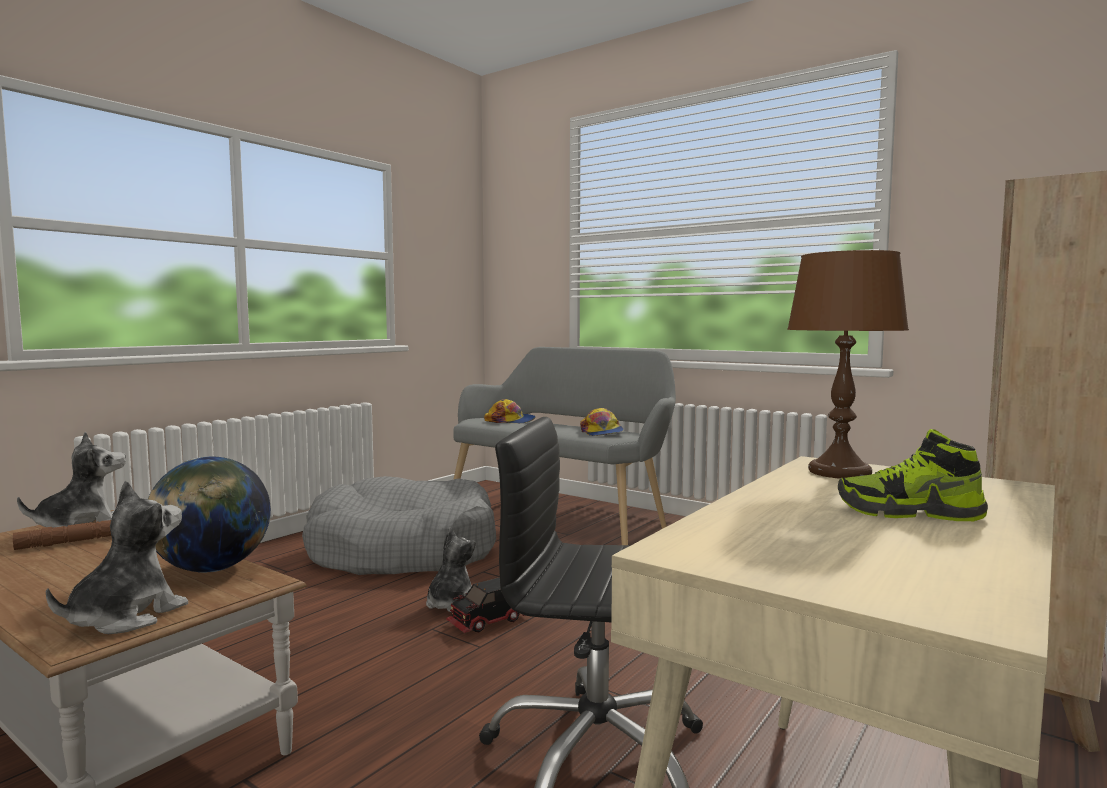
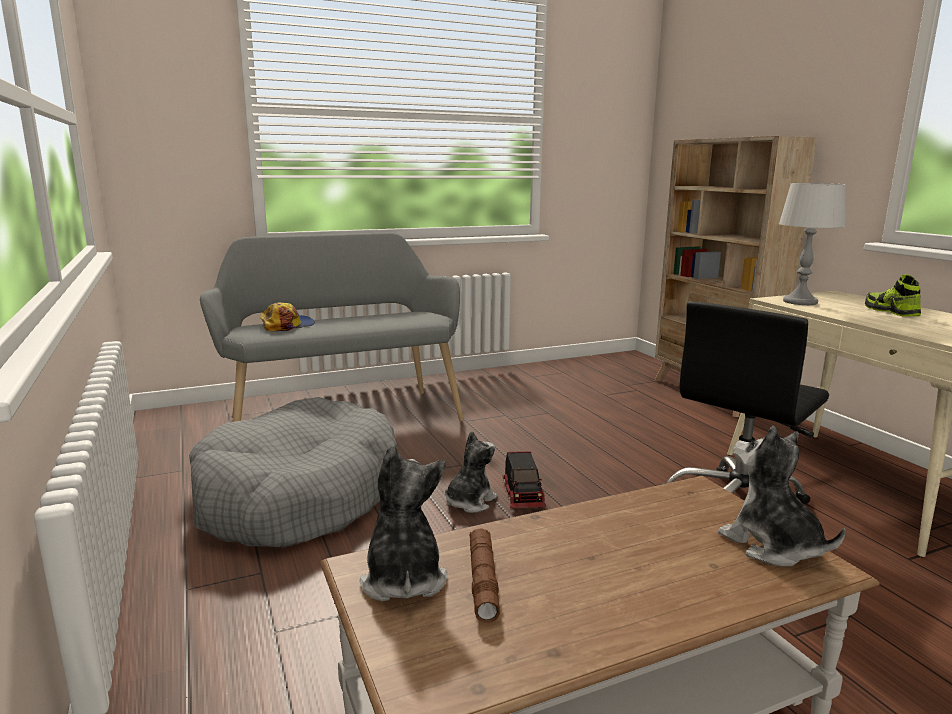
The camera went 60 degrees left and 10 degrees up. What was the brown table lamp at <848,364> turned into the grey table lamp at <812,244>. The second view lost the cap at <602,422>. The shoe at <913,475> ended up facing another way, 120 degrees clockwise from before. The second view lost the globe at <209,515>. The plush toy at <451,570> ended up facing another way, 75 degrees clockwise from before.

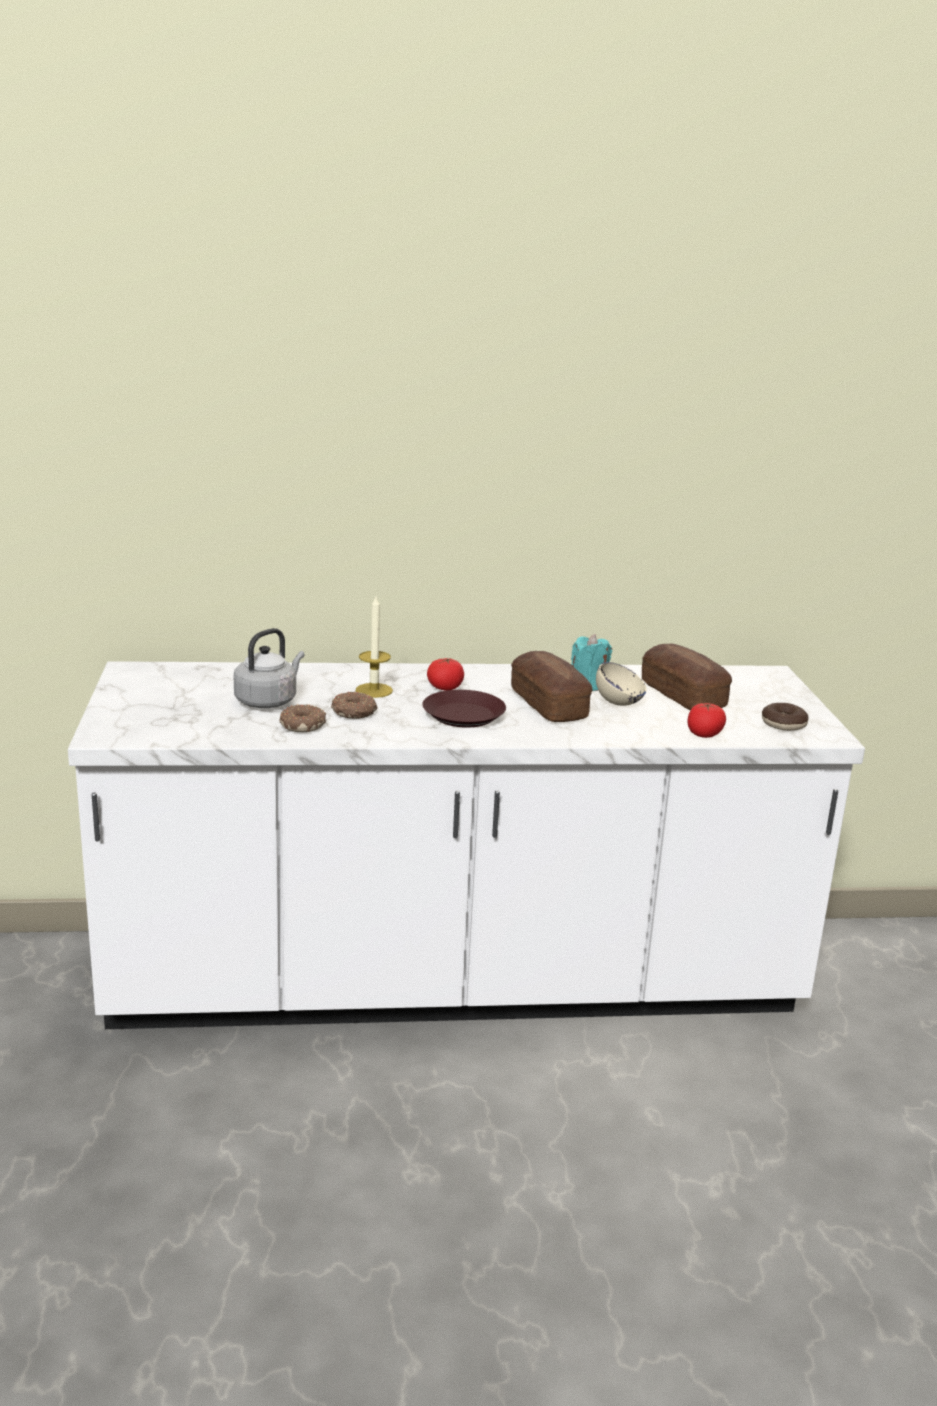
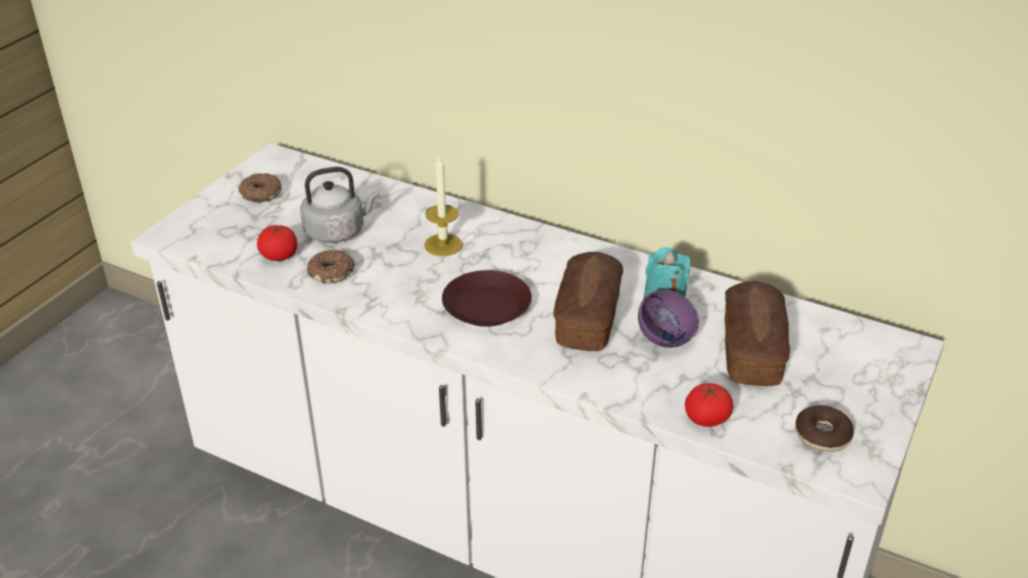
The camera went 35 degrees right and 15 degrees up. The tomato ended up elsewhere, having gone from <445,674> to <277,243>. What was the beige bowl at <621,684> turned into the purple bowl at <668,319>. The donut ended up elsewhere, having gone from <354,705> to <260,188>.

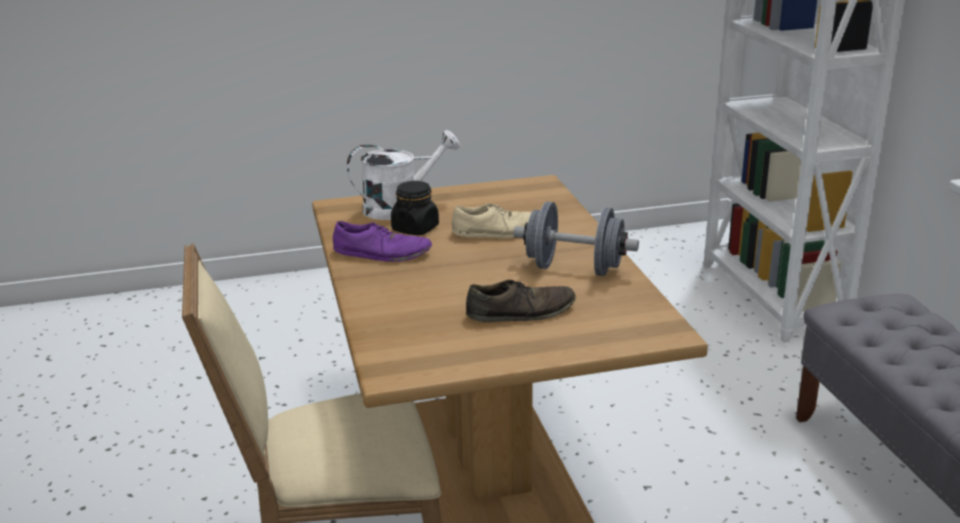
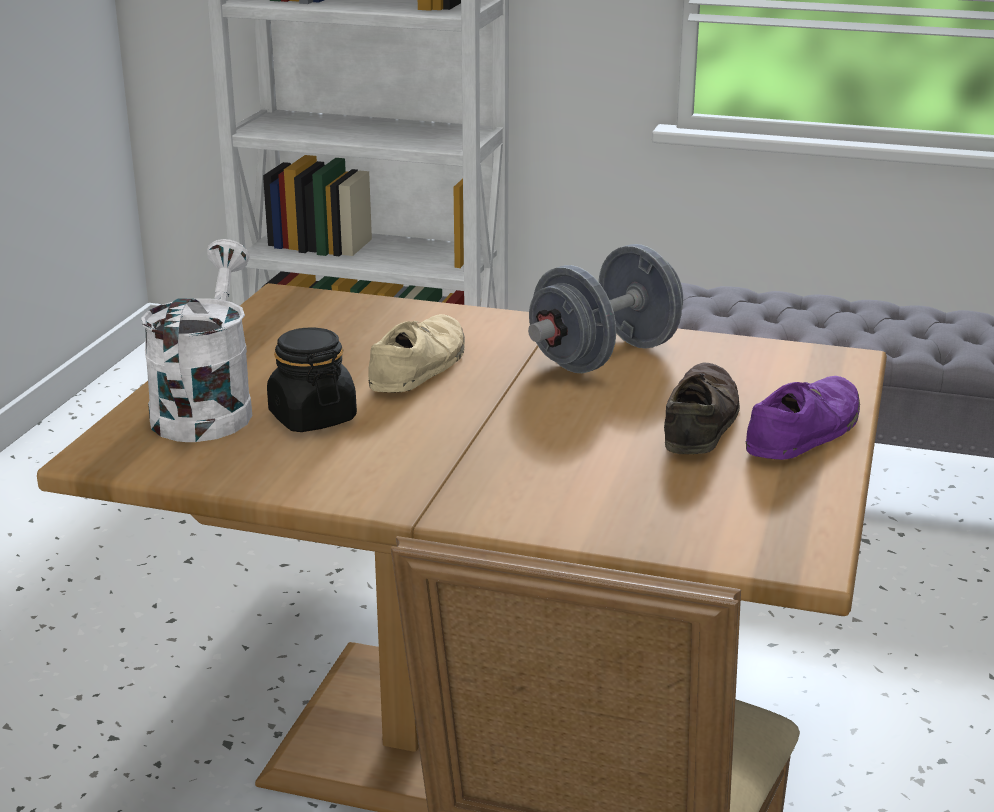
The camera went 60 degrees left and 0 degrees up. The purple shoe ended up elsewhere, having gone from <382,241> to <803,418>.

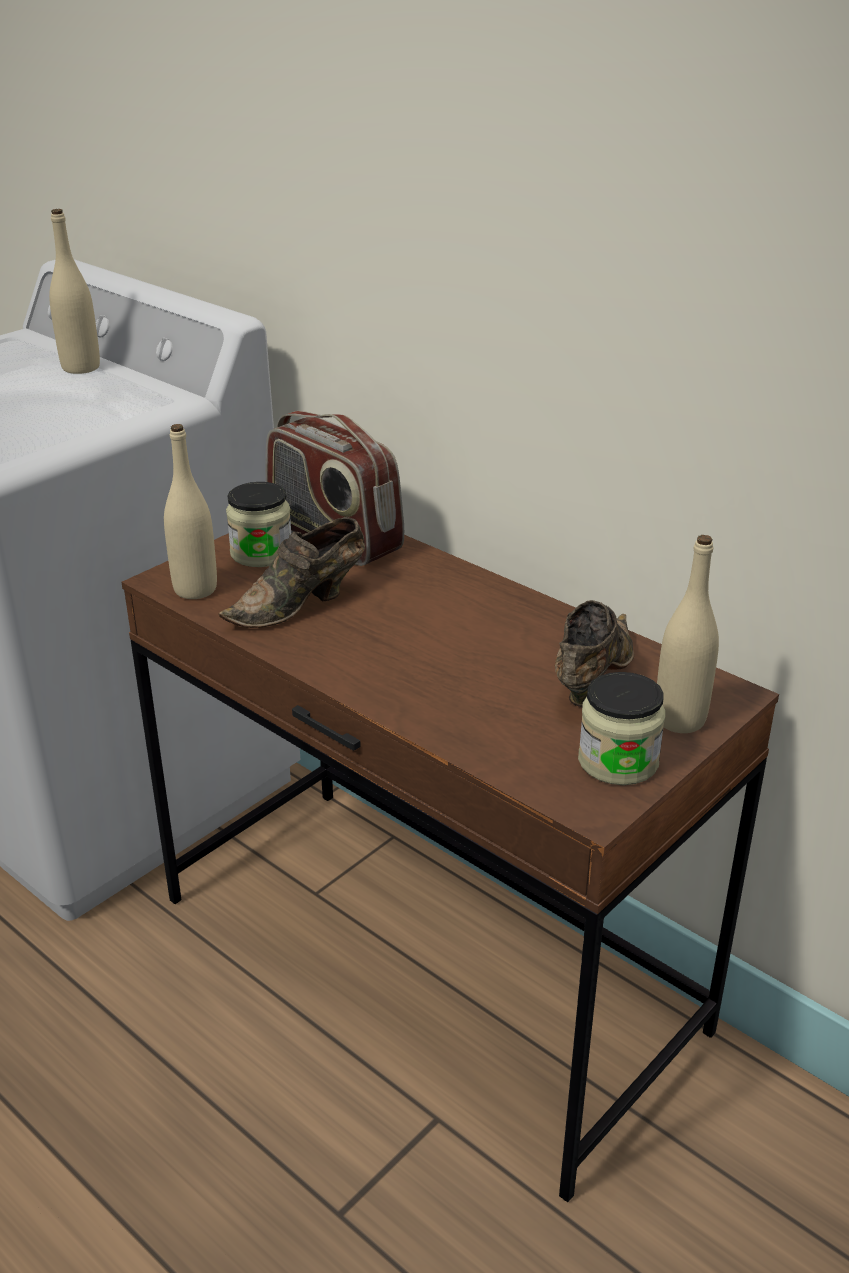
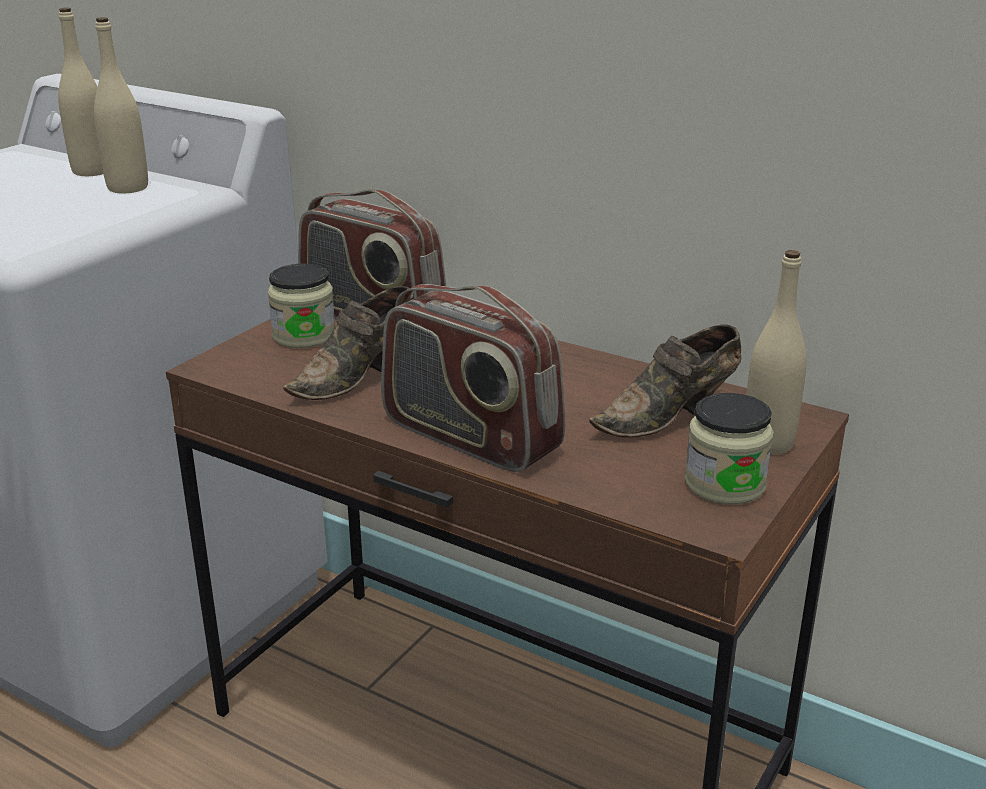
The camera went 10 degrees left and 5 degrees down. The beige bottle ended up elsewhere, having gone from <190,511> to <121,105>. The brown shoe at <595,653> ended up facing another way, 135 degrees counterclockwise from before. The second view gained the radio at <473,378>.

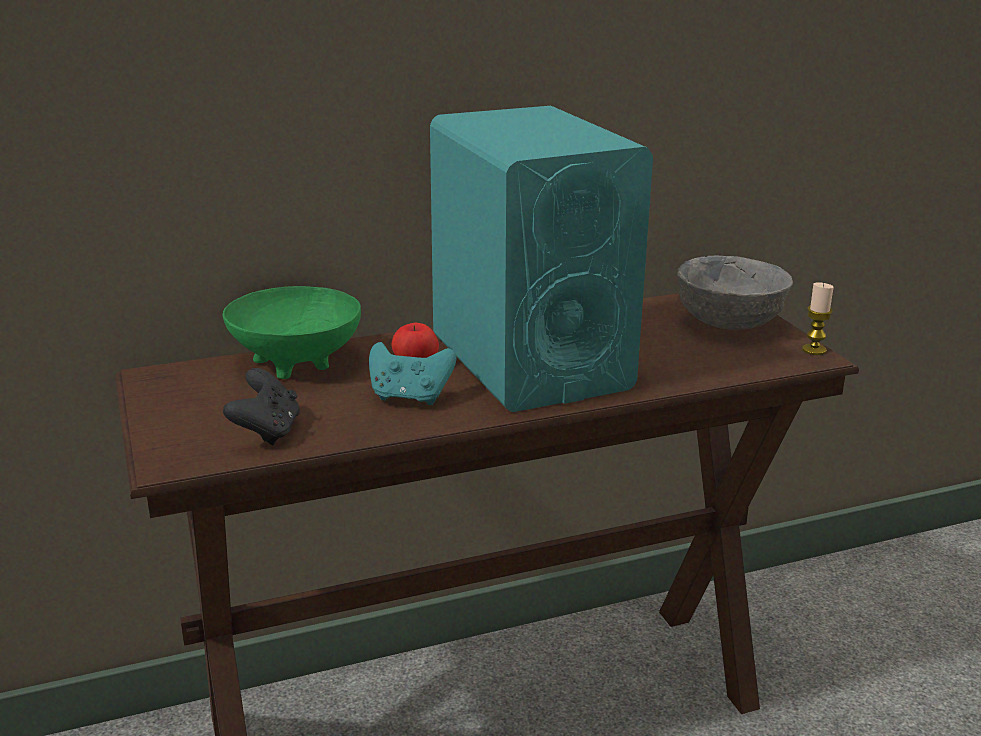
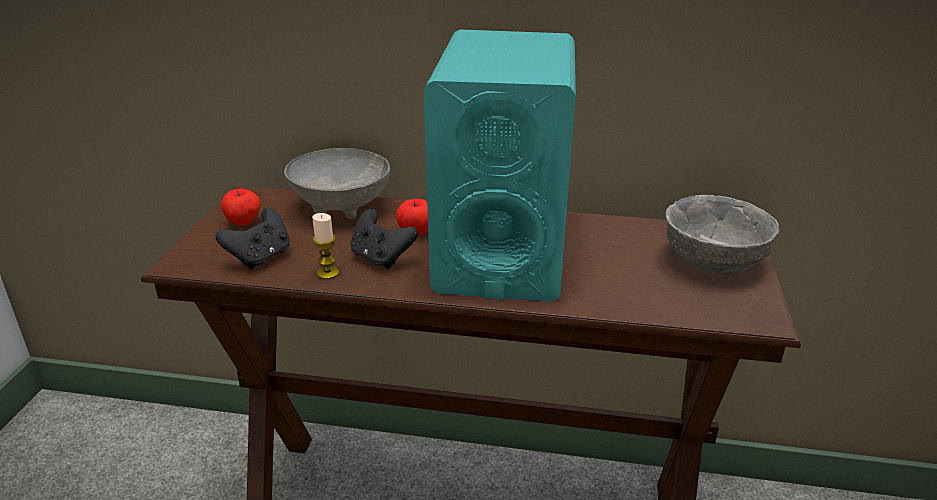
The camera went 30 degrees right and 5 degrees up. The candle ended up elsewhere, having gone from <818,318> to <325,246>. What was the green bowl at <292,332> turned into the grey bowl at <337,183>. What was the turquoise game controller at <413,373> turned into the black game controller at <384,239>. The second view gained the apple at <241,207>.

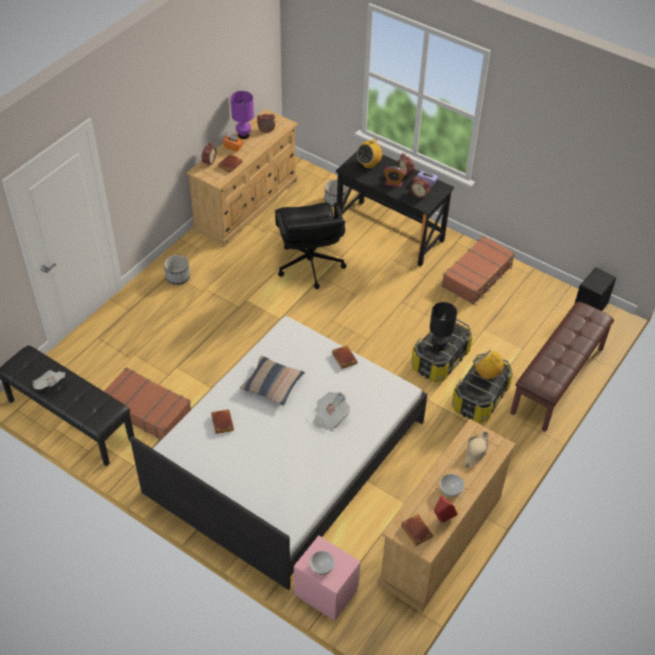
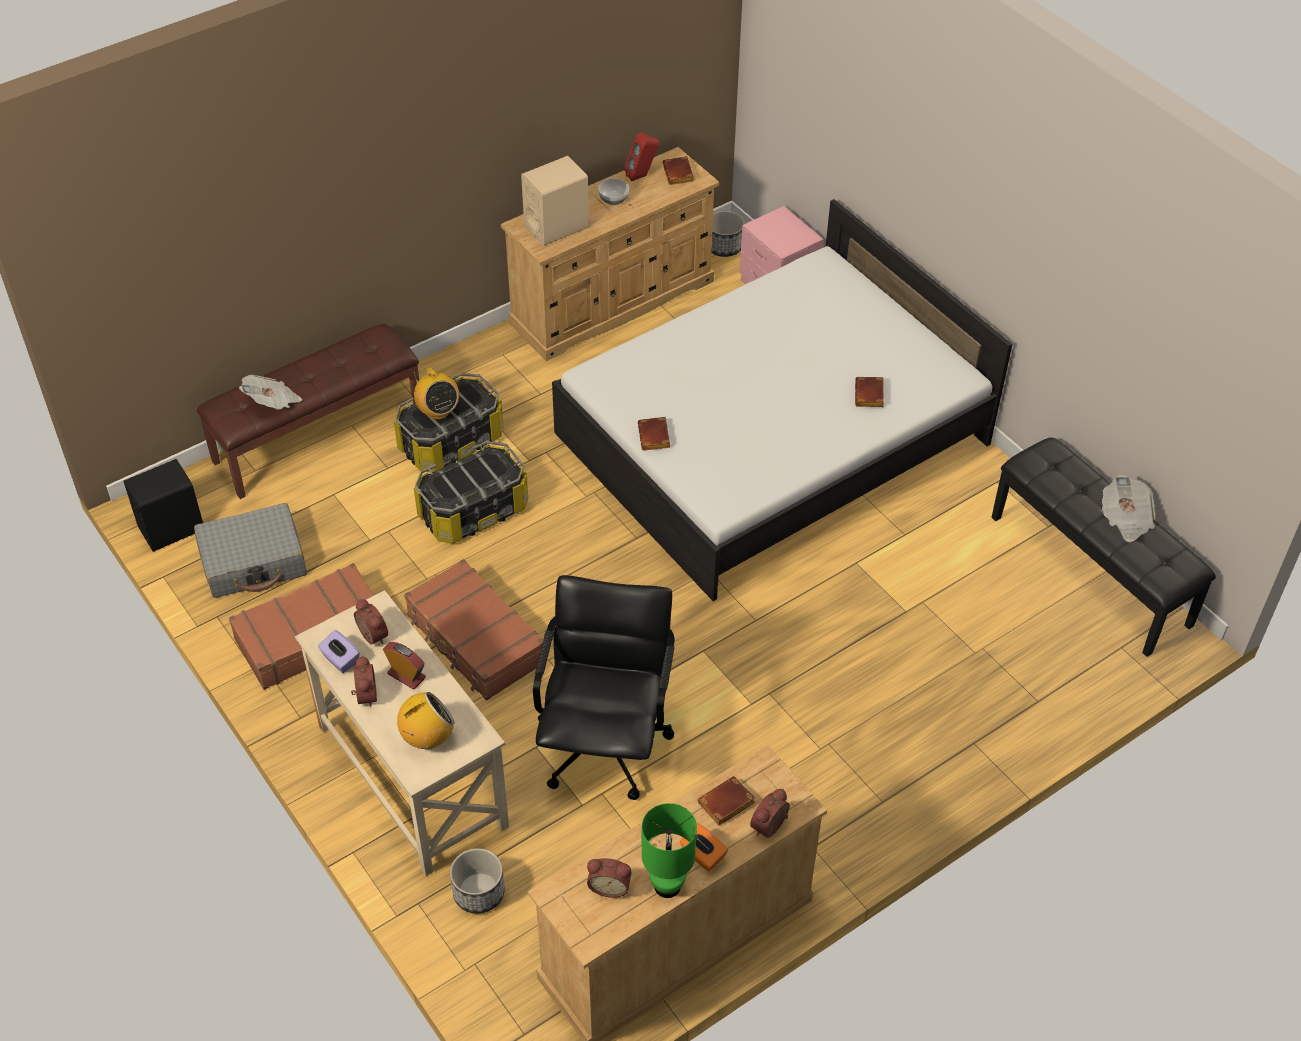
The camera went 160 degrees left and 0 degrees up. What was the purple table lamp at <242,115> turned into the green table lamp at <669,850>. What was the black desk at <395,208> turned into the beige desk at <402,733>. The planter ended up elsewhere, having gone from <177,270> to <727,234>. The second view lost the black table lamp at <443,326>. The second view lost the pillow at <272,381>. The brown suitcase ended up elsewhere, having gone from <147,403> to <474,629>. The newspaper ended up elsewhere, having gone from <331,411> to <270,392>. Where the beige hat stood at <476,449>, the beige speaker came to stand at <555,201>. The second view lost the bowl at <322,563>. The second view gained the grey suitcase at <250,550>.

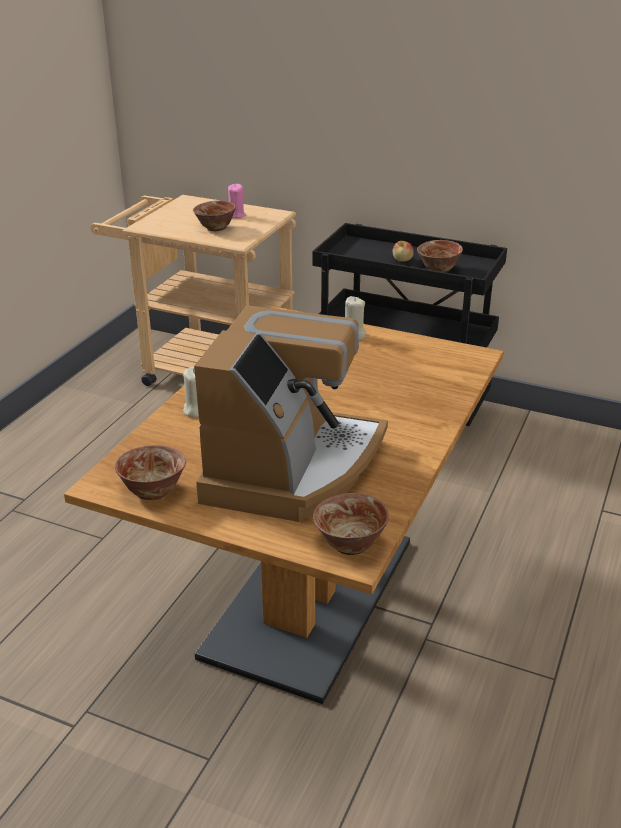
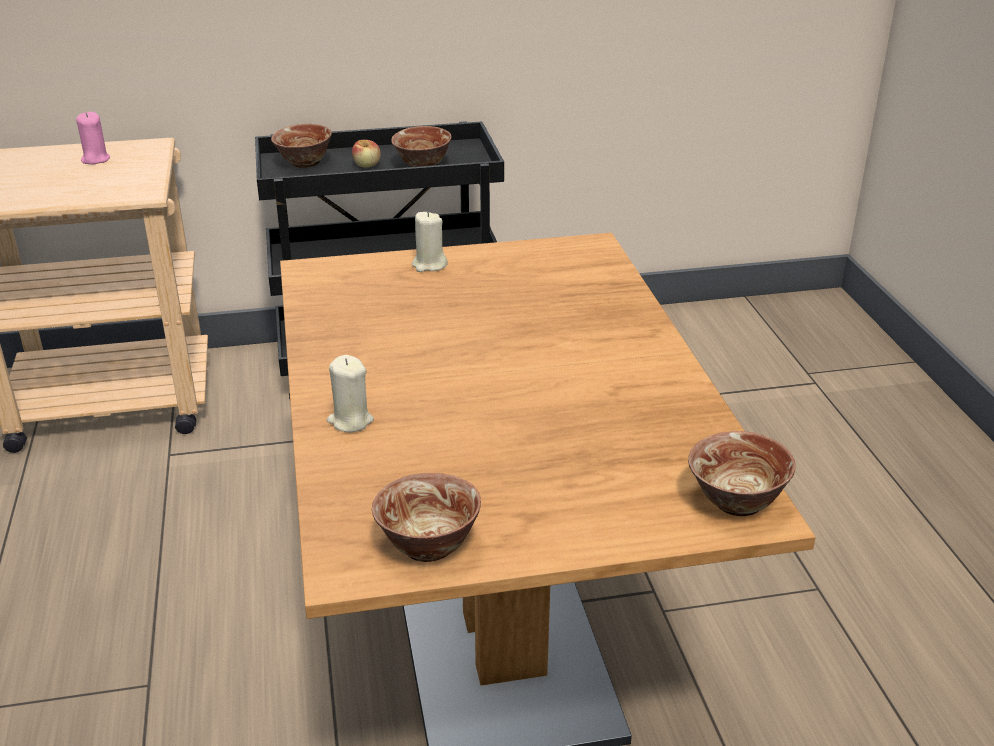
The camera went 35 degrees left and 0 degrees up. The bowl ended up elsewhere, having gone from <214,215> to <301,146>. The second view lost the coffee machine at <291,413>.

